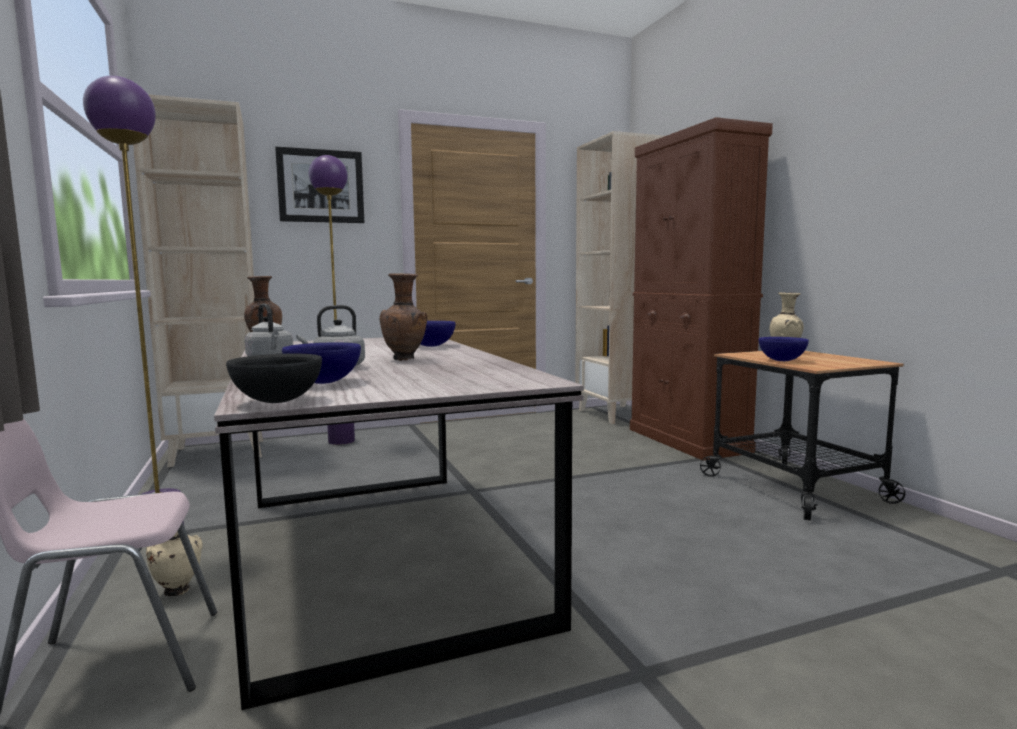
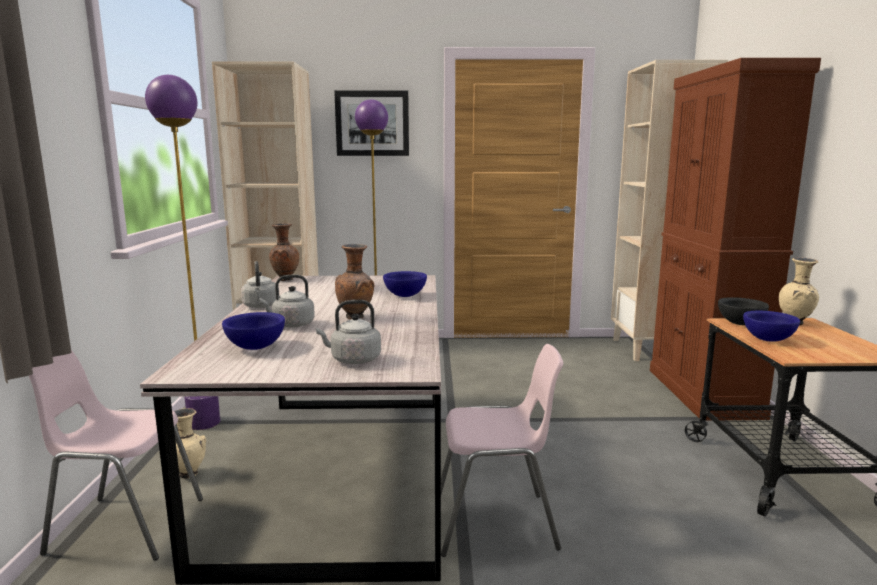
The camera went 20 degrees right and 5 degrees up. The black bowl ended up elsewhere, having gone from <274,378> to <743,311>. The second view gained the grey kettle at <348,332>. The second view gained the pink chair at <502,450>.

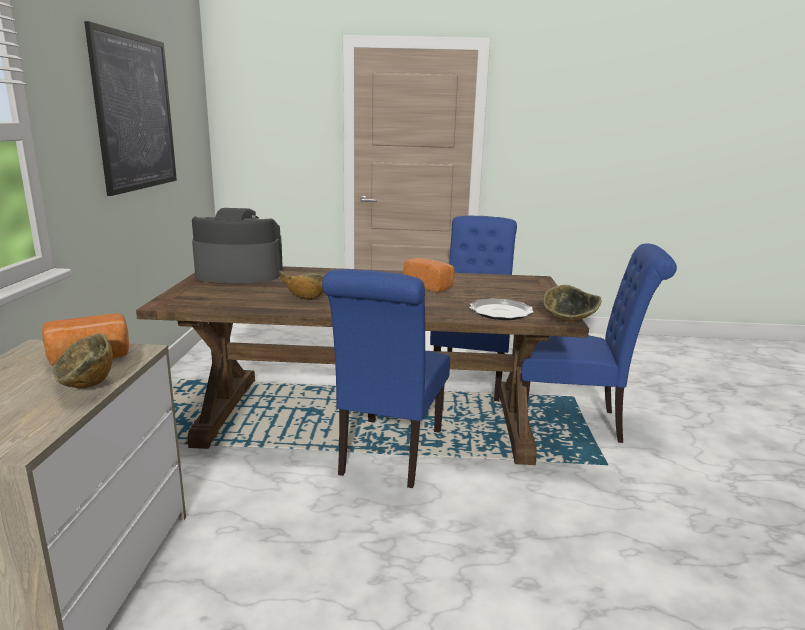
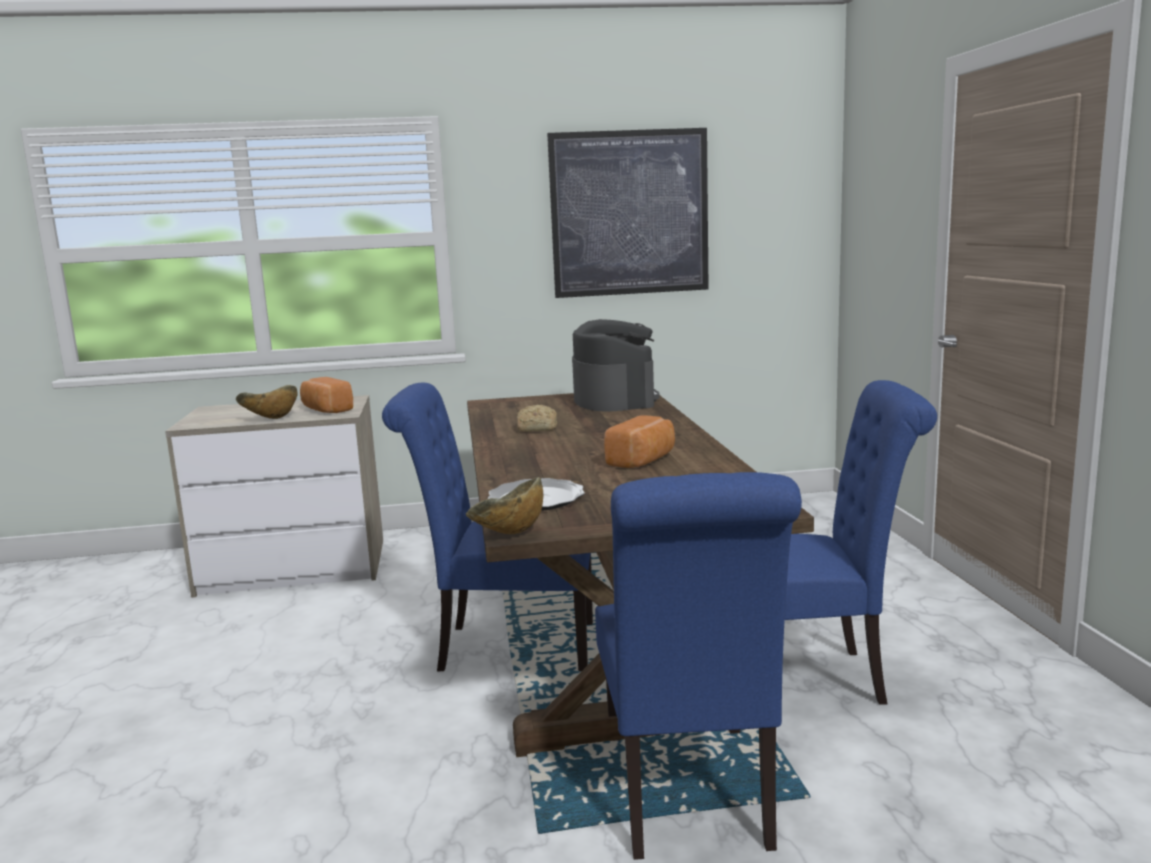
The camera went 80 degrees right and 5 degrees down. Where the bowl stood at <301,285>, the bread came to stand at <537,418>.

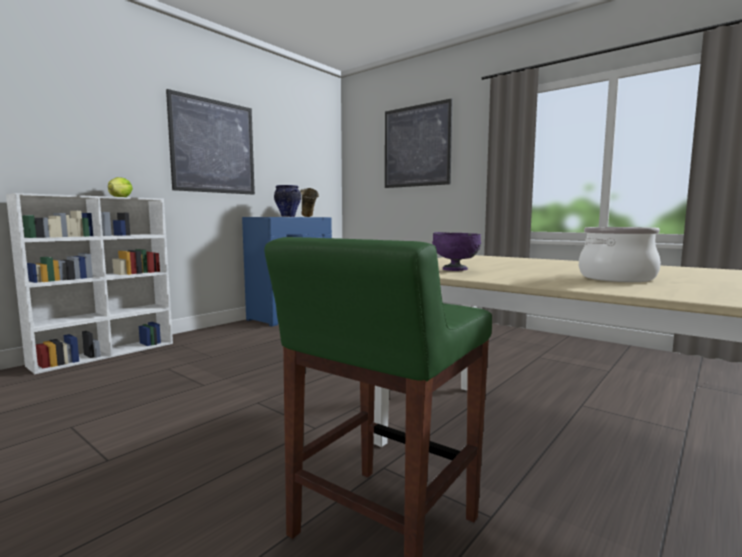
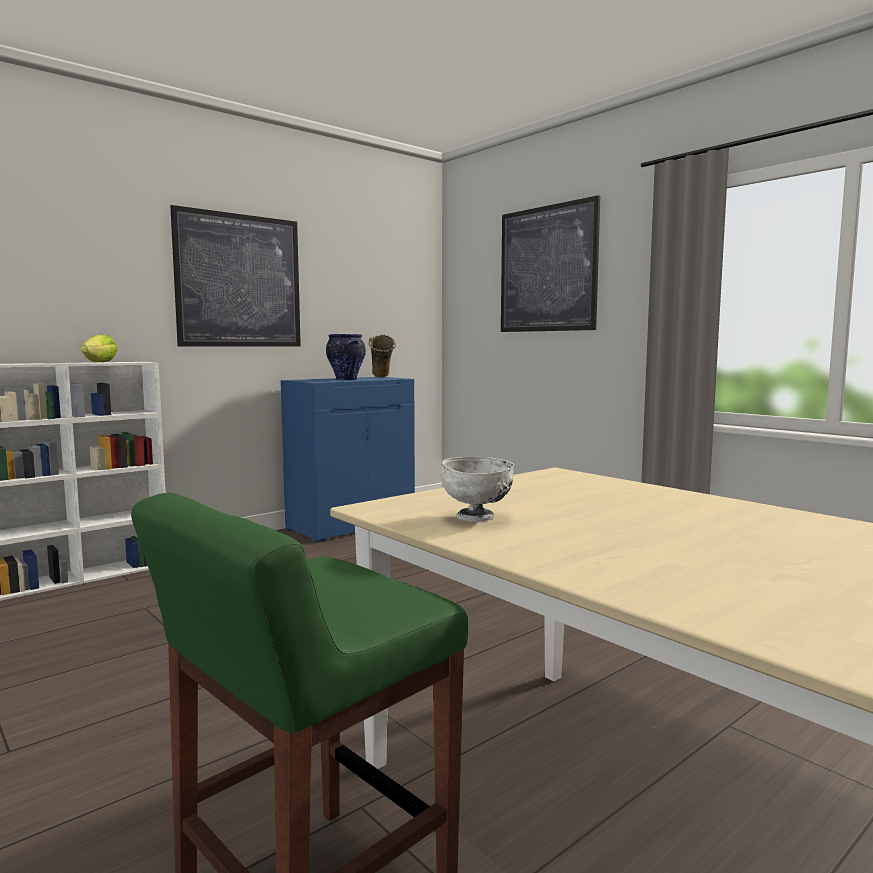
The camera went 10 degrees right and 0 degrees up. The second view lost the cooking pot at <620,254>. What was the purple bowl at <456,251> turned into the white bowl at <477,489>.

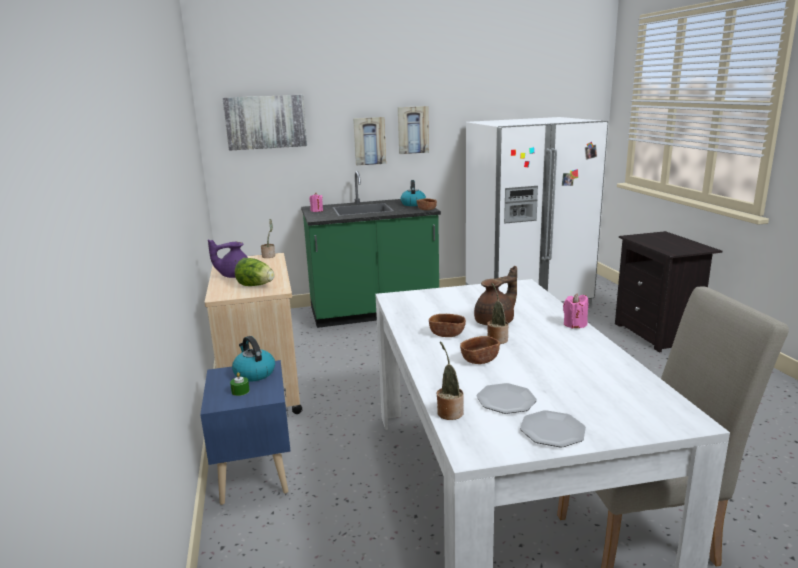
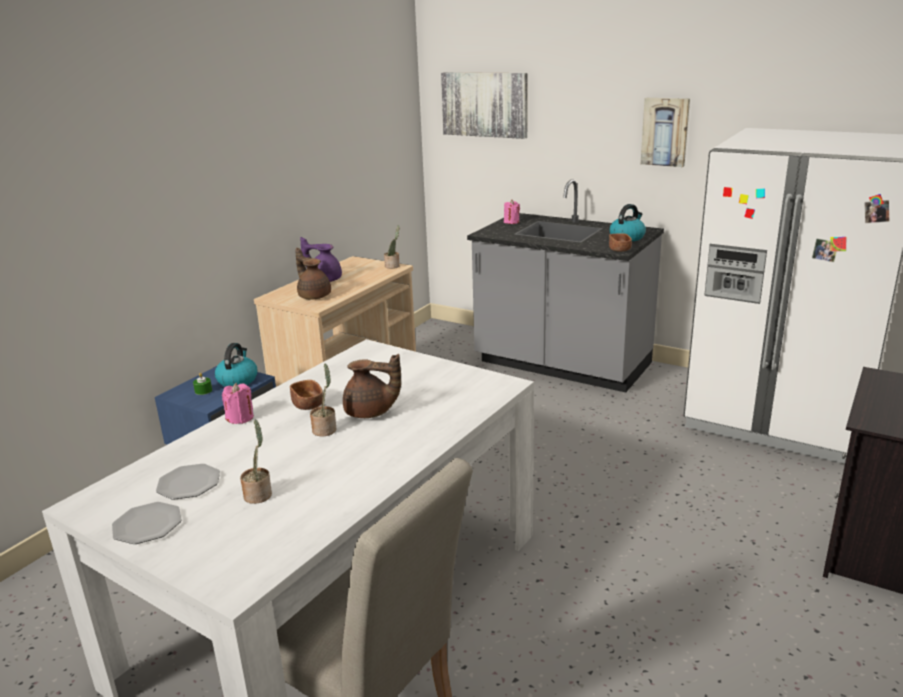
The camera went 45 degrees right and 5 degrees up. The second view lost the picture at <369,141>. What was the green counter at <371,249> turned into the grey counter at <565,285>. Where the lettuce stood at <255,272>, the brown teapot came to stand at <313,273>. The pink candle ended up elsewhere, having gone from <575,311> to <238,403>. The second view lost the brown bowl at <480,350>. The potted plant ended up elsewhere, having gone from <450,380> to <256,462>.

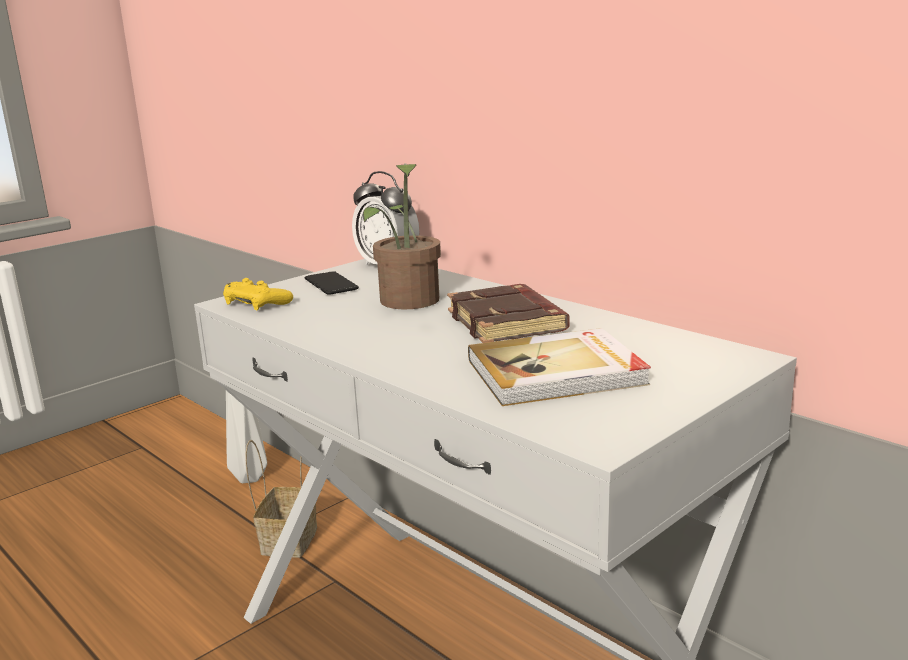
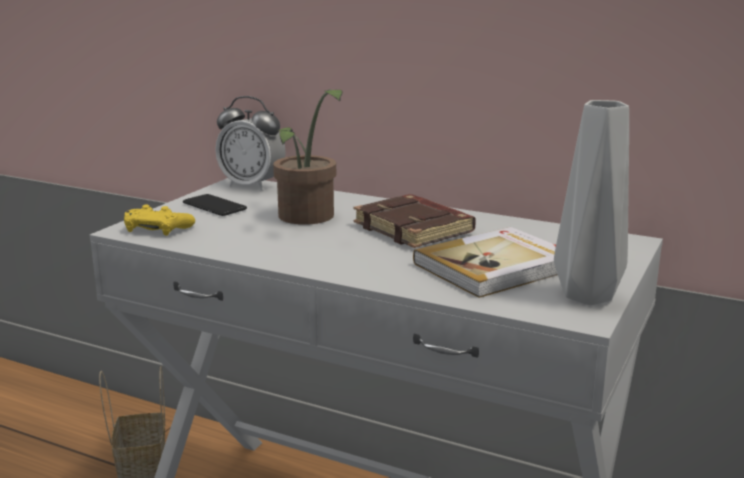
The camera went 20 degrees left and 0 degrees up. The grey vase ended up elsewhere, having gone from <246,436> to <591,202>.

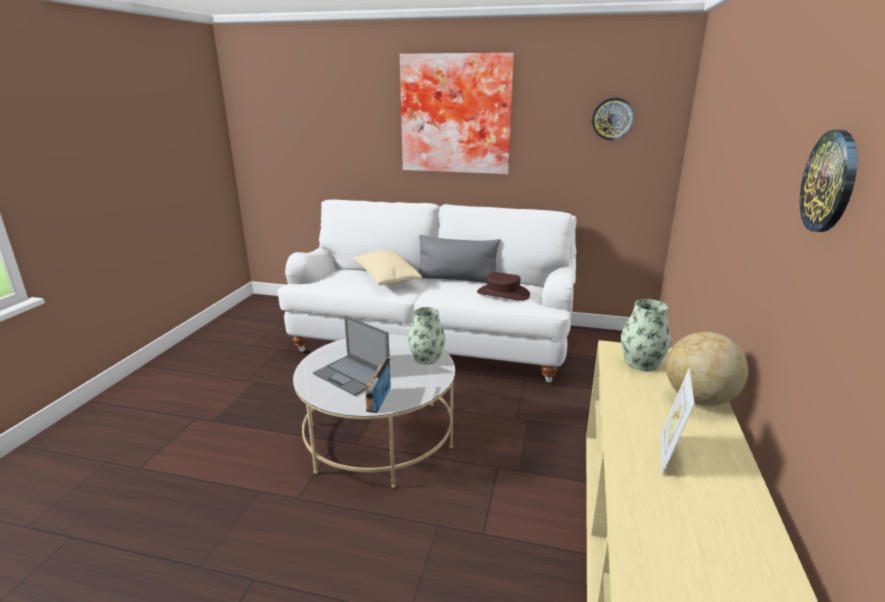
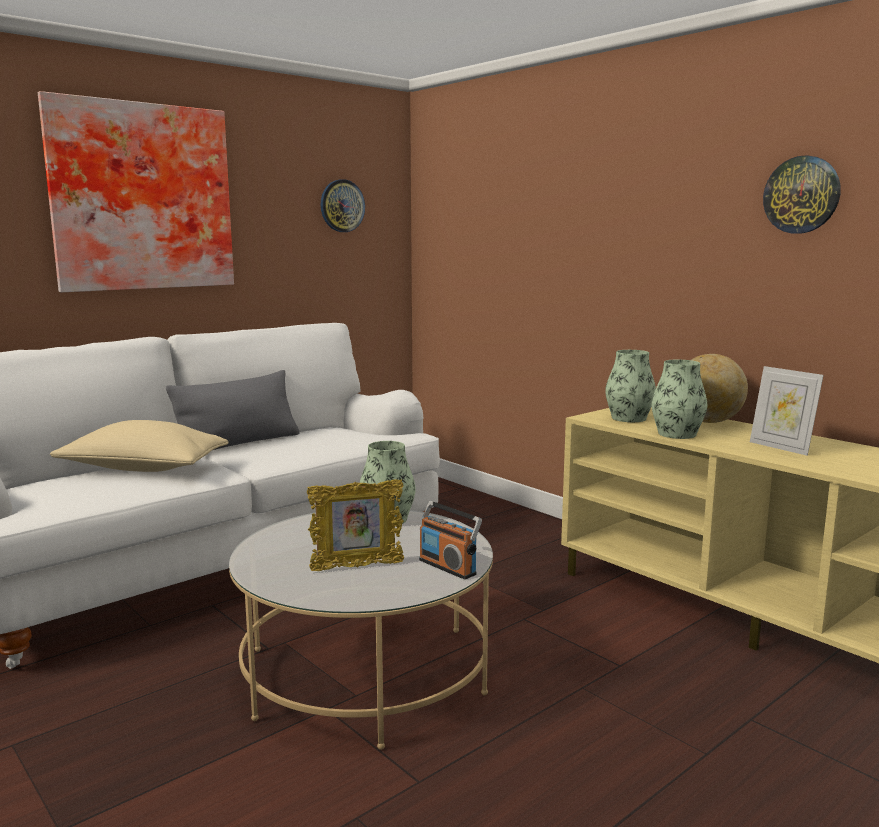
The camera went 55 degrees left and 10 degrees down. The second view lost the brown hat at <503,286>. Where the laptop stood at <351,355>, the picture frame came to stand at <355,525>. The second view gained the vase at <680,399>.

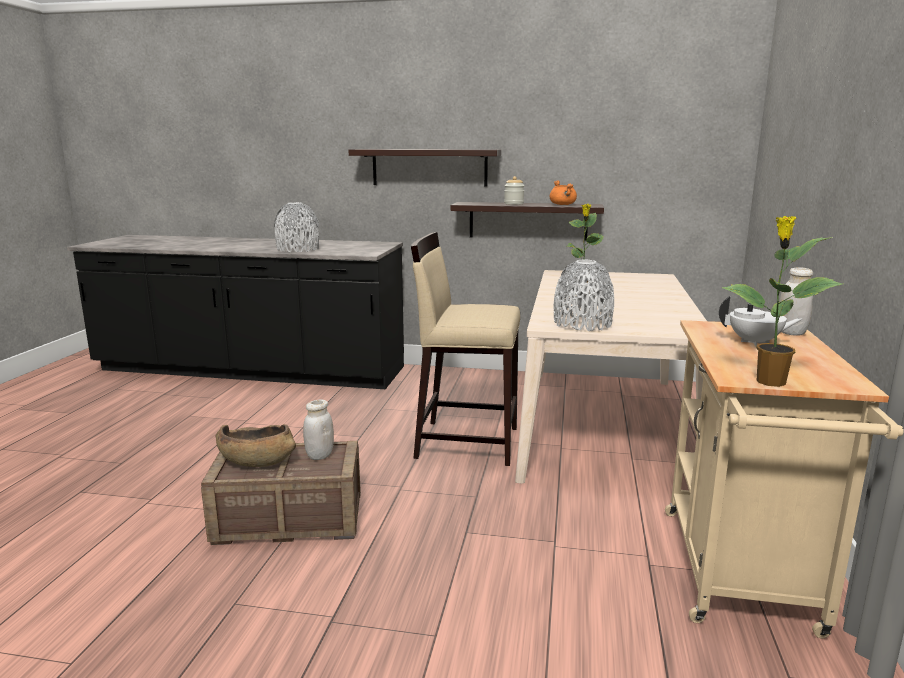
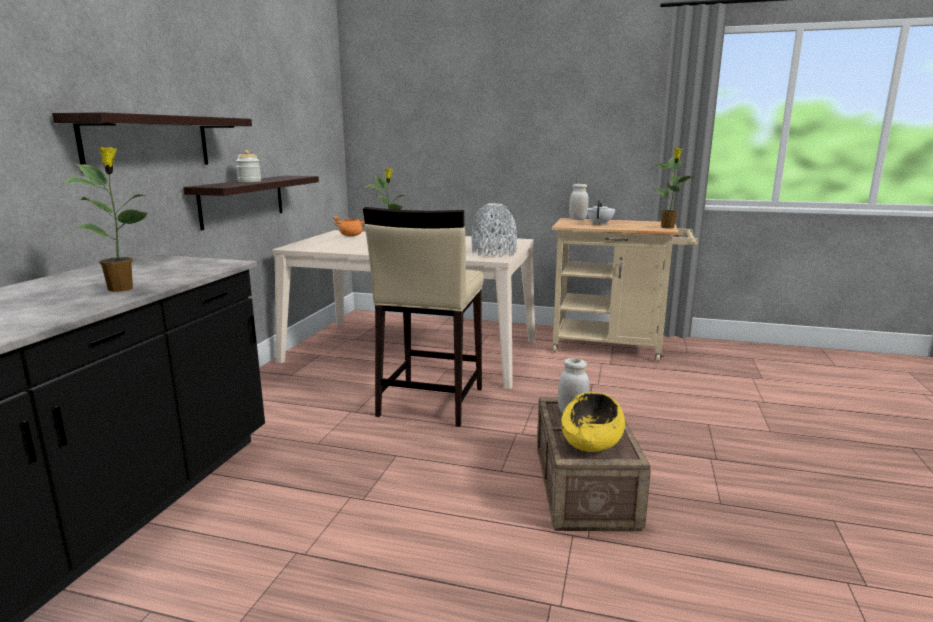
The camera went 85 degrees left and 0 degrees up. The orange cooking pot ended up elsewhere, having gone from <563,192> to <349,226>. Where the grey vase stood at <296,227>, the potted plant came to stand at <104,219>. What was the brown bowl at <255,445> turned into the yellow bowl at <593,422>.

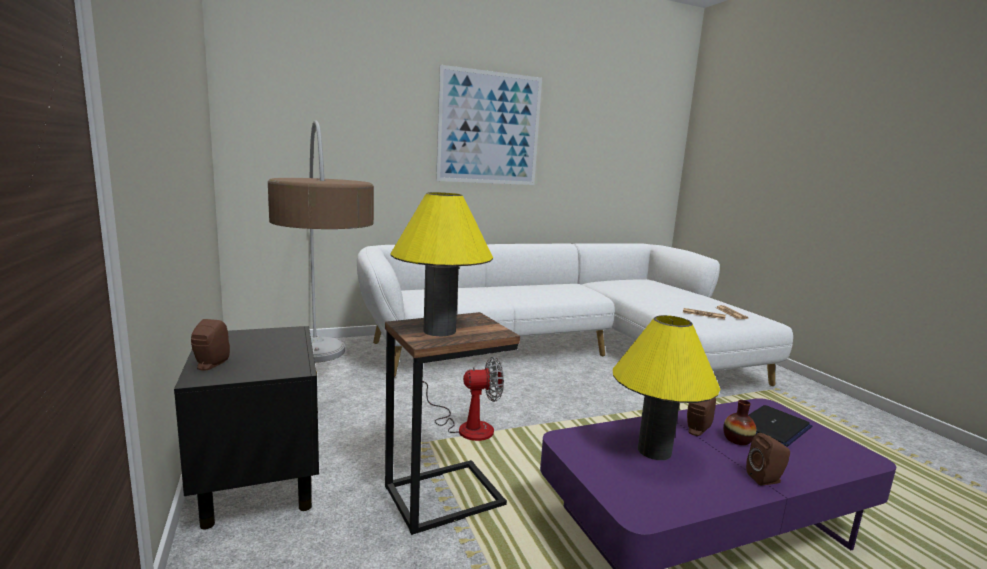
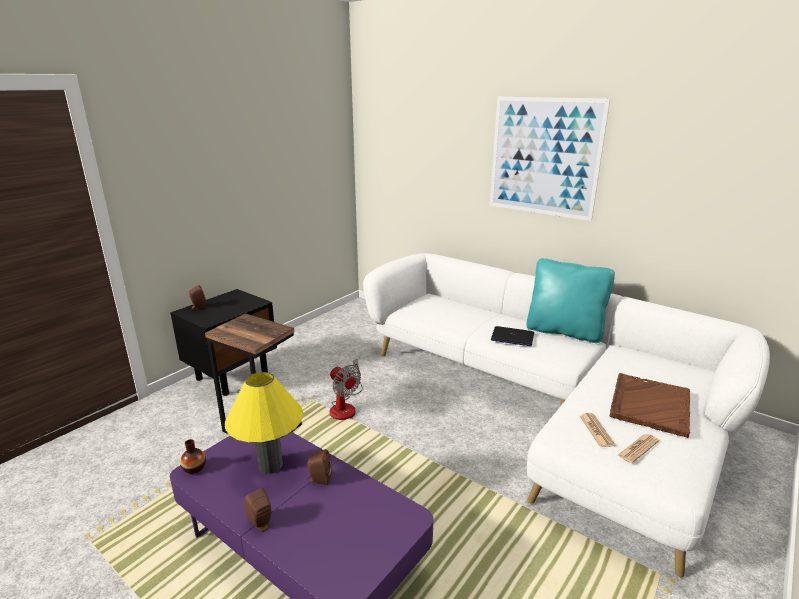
The camera went 60 degrees right and 10 degrees up. The second view lost the floor lamp at <321,241>. The second view lost the yellow table lamp at <441,264>. The vase ended up elsewhere, having gone from <739,422> to <193,456>. The laptop ended up elsewhere, having gone from <780,426> to <512,336>. The second view gained the turquoise pillow at <570,300>. The second view gained the brown tray at <650,405>.

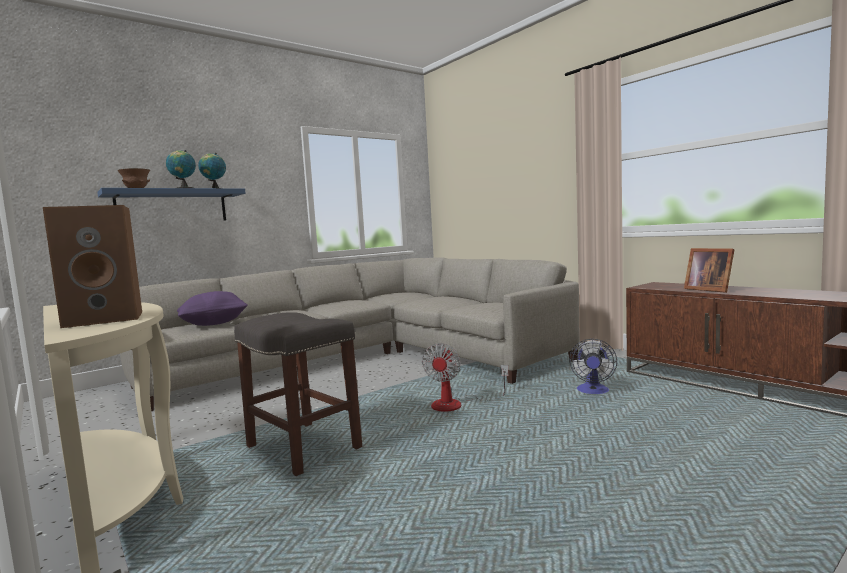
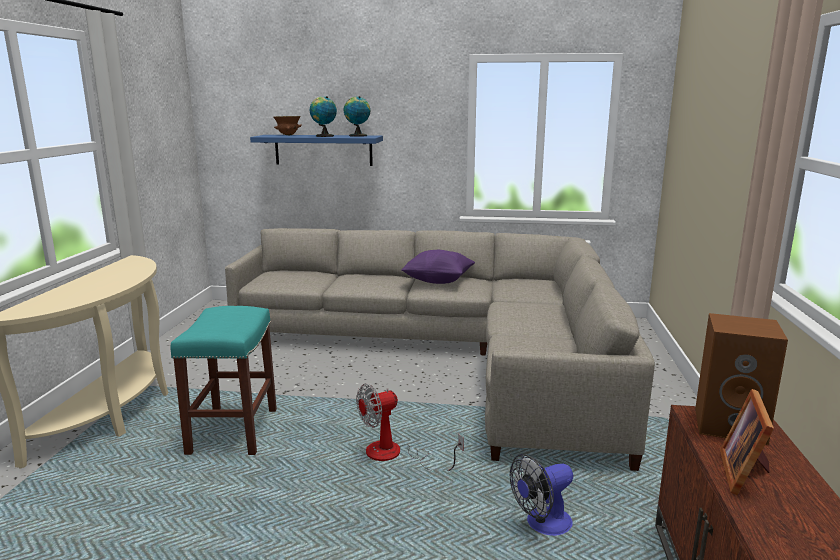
The camera went 45 degrees right and 10 degrees up. The brown speaker ended up elsewhere, having gone from <92,266> to <741,379>. The purple pillow ended up elsewhere, having gone from <212,308> to <438,267>. What was the grey stool at <298,394> turned into the turquoise stool at <223,380>.

